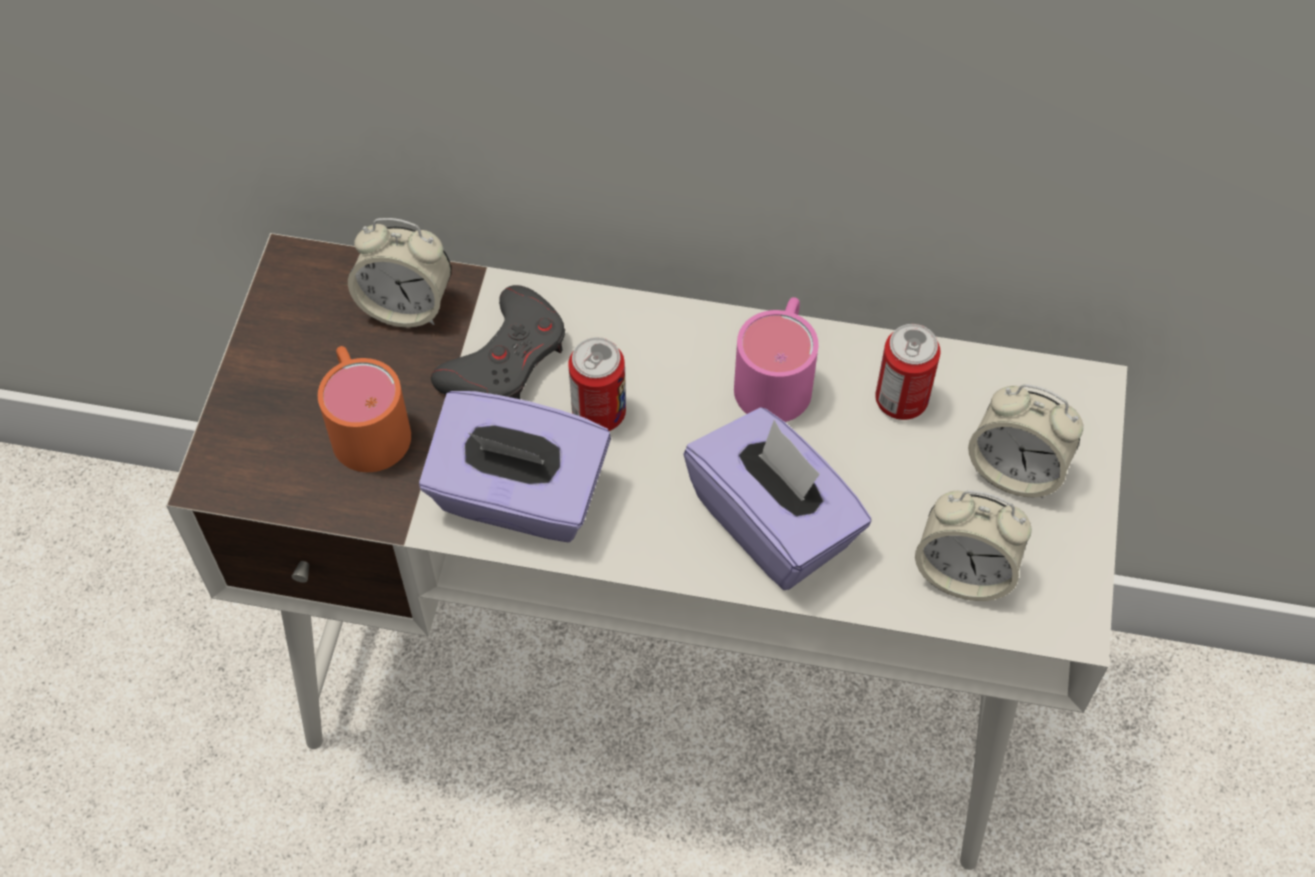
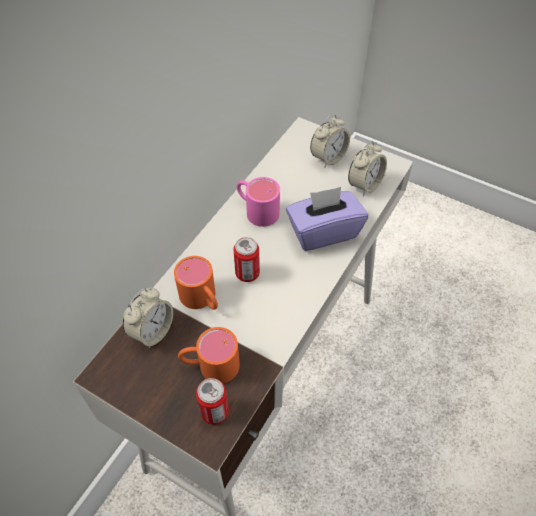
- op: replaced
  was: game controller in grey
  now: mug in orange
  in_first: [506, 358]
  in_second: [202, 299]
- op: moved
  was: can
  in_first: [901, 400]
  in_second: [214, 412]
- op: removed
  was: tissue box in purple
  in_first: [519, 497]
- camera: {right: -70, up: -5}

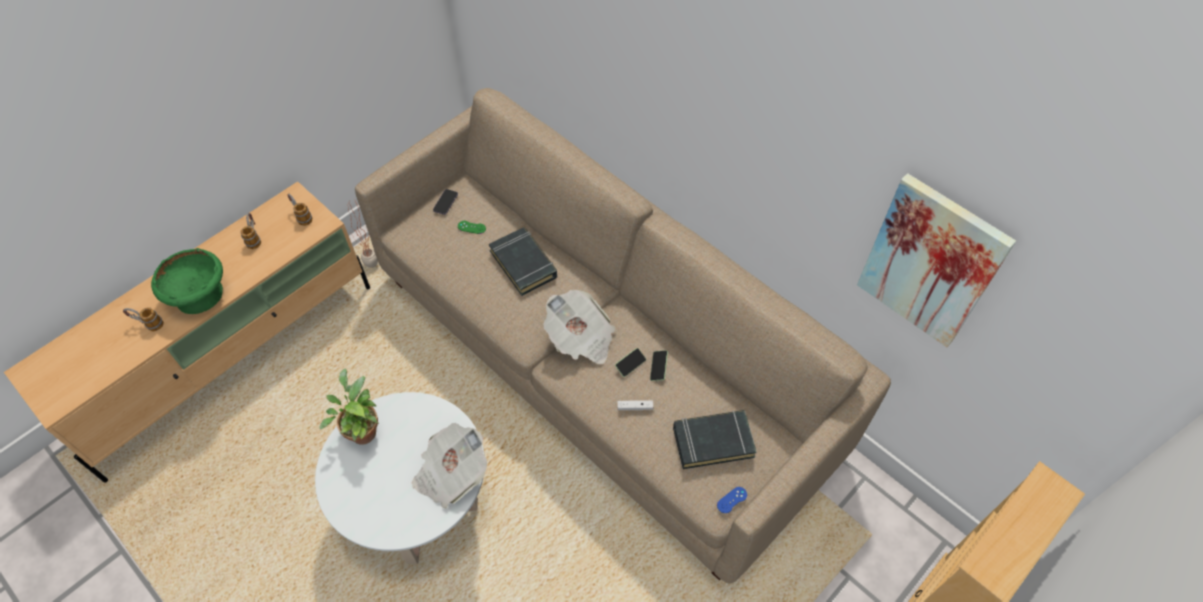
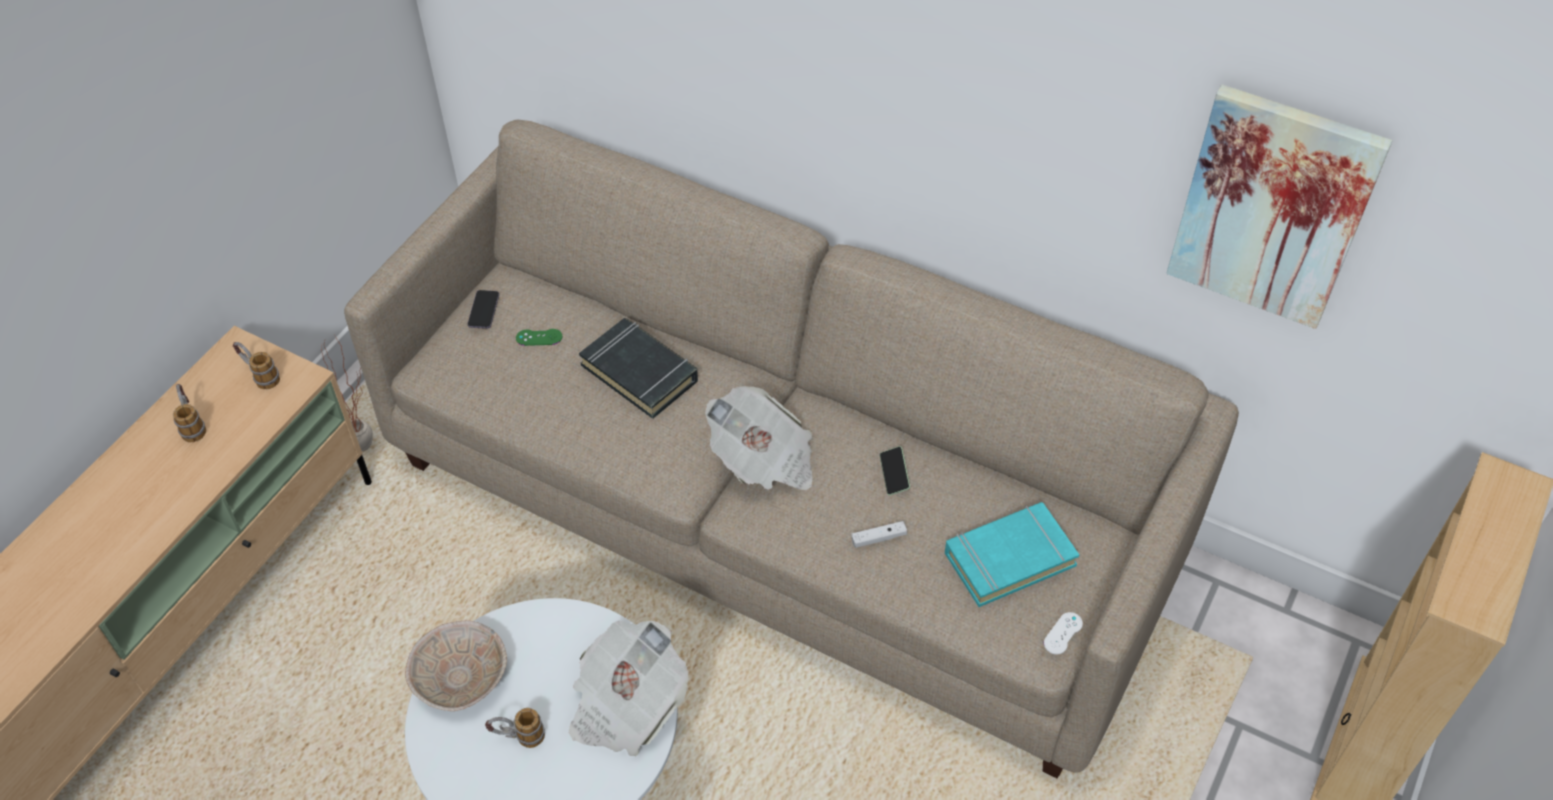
- op: replaced
  was: potted plant
  now: bowl in beige
  in_first: [361, 430]
  in_second: [461, 677]
- op: moved
  was: mug
  in_first: [148, 324]
  in_second: [518, 738]
- op: recoloured
  was: book in black
  now: book in turquoise
  in_first: [713, 441]
  in_second: [1009, 558]
- op: recoloured
  was: game controller in blue
  now: game controller in white
  in_first: [732, 500]
  in_second: [1063, 633]
- op: removed
  was: bowl in green
  in_first: [200, 296]
- op: removed
  was: phone
  in_first: [630, 364]
- camera: {right: -15, up: -5}

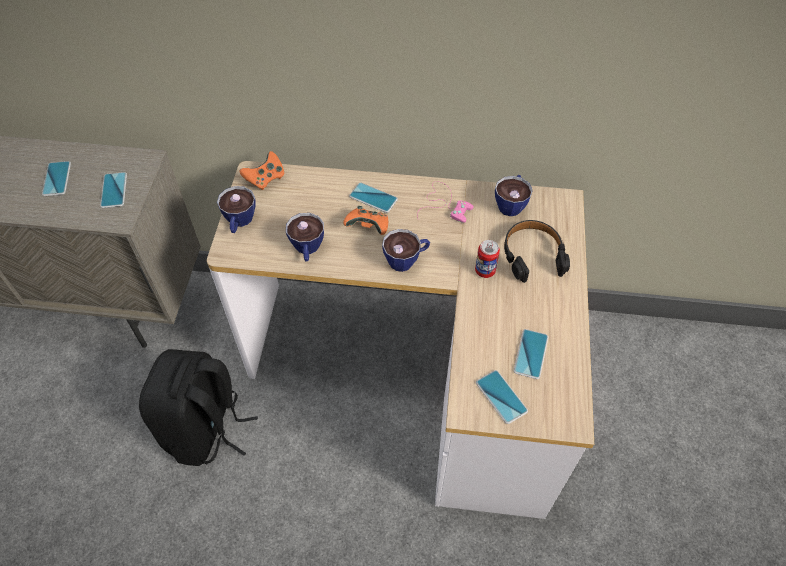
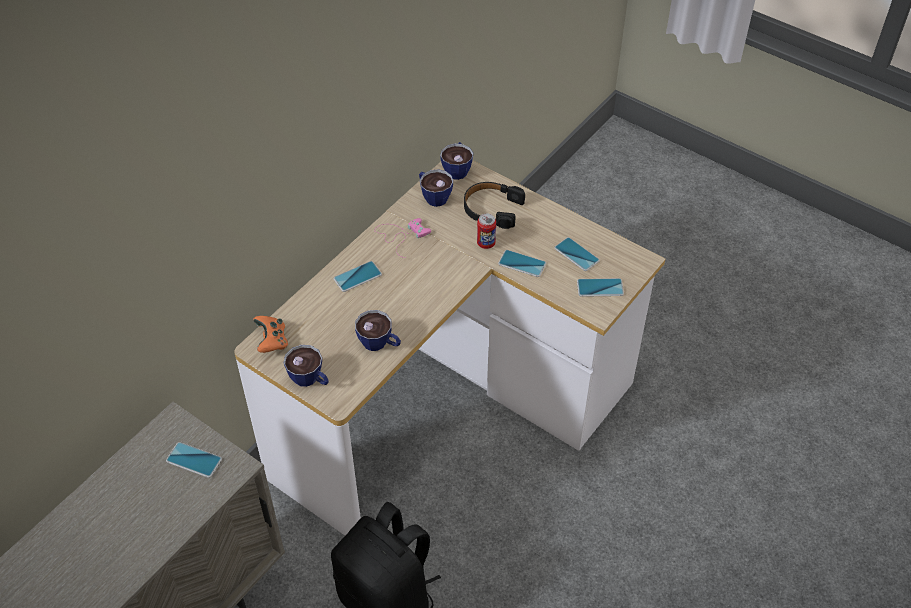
- op: moved
  was: cup
  in_first: [406, 260]
  in_second: [457, 169]
- op: moved
  was: phone
  in_first: [57, 179]
  in_second: [522, 264]
- op: removed
  was: game controller in orange
  in_first: [368, 227]
- camera: {right: -60, up: -5}

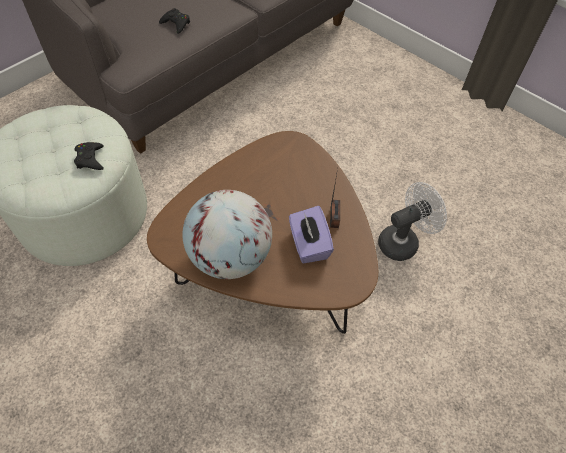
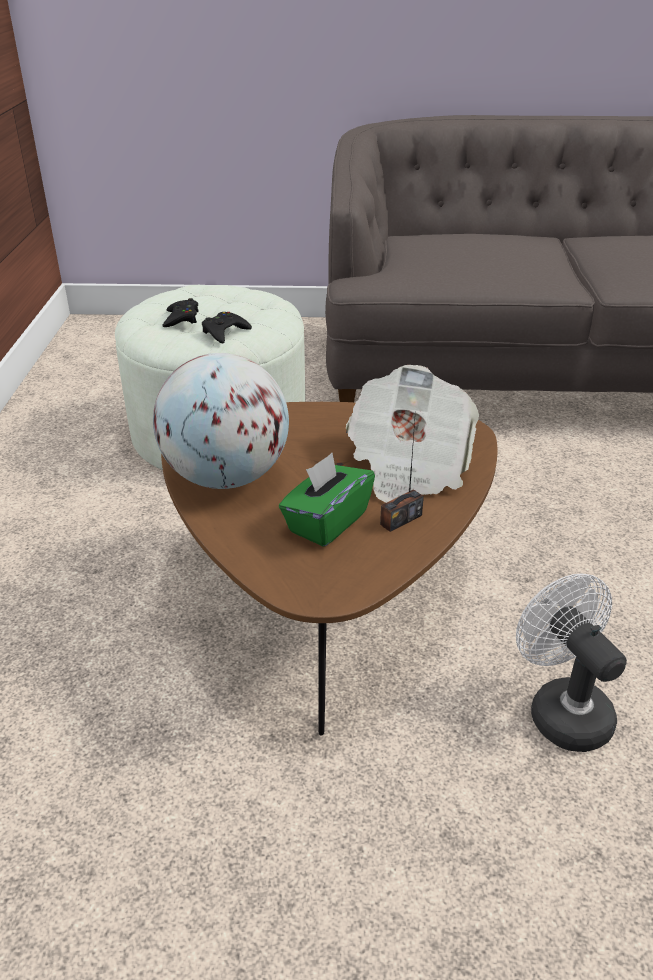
- op: moved
  was: game controller in black
  in_first: [176, 24]
  in_second: [181, 318]
- op: recoloured
  was: tissue box in purple
  now: tissue box in green
  in_first: [308, 245]
  in_second: [326, 522]
- op: added
  now: newspaper
  in_second: [408, 465]
- op: turned
  was: fan in white
  in_first: [403, 241]
  in_second: [561, 709]
  clockwise: -135
- camera: {right: 50, up: -20}

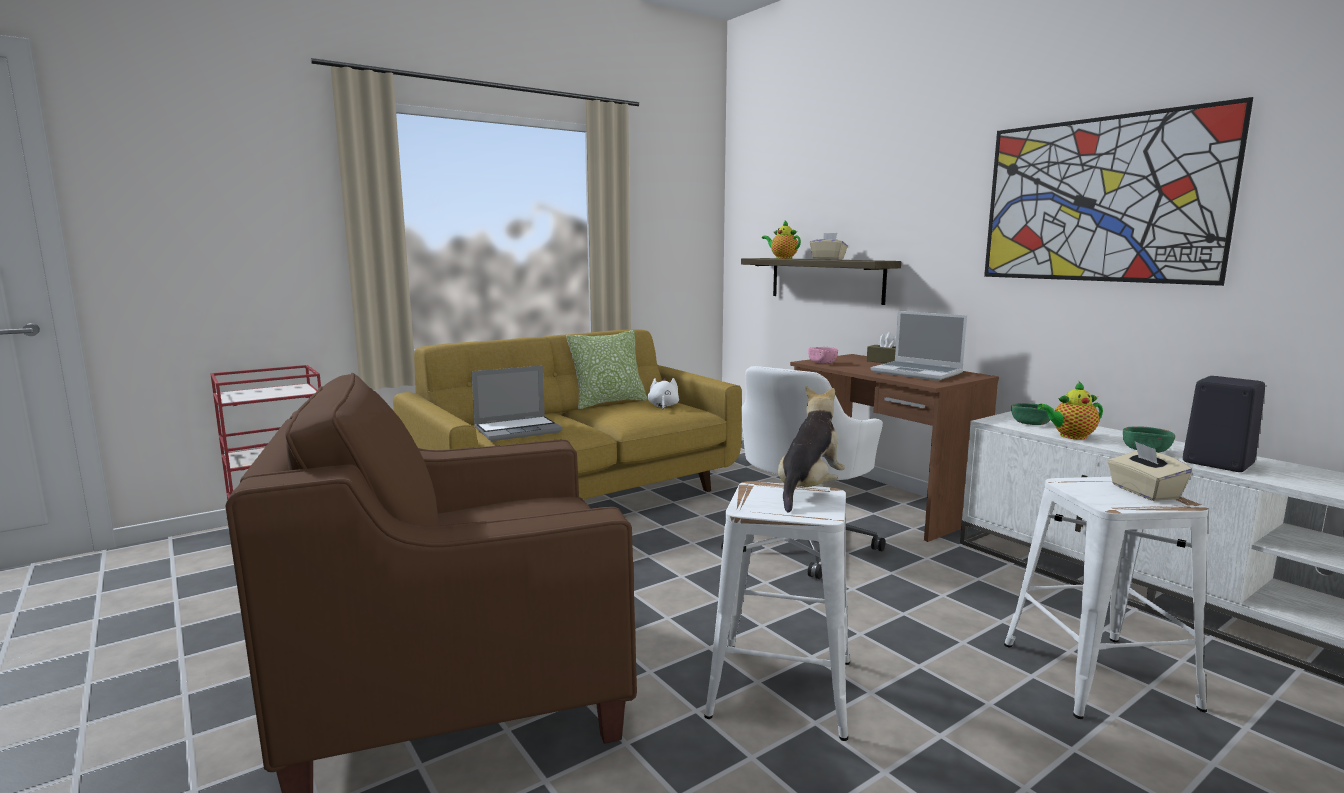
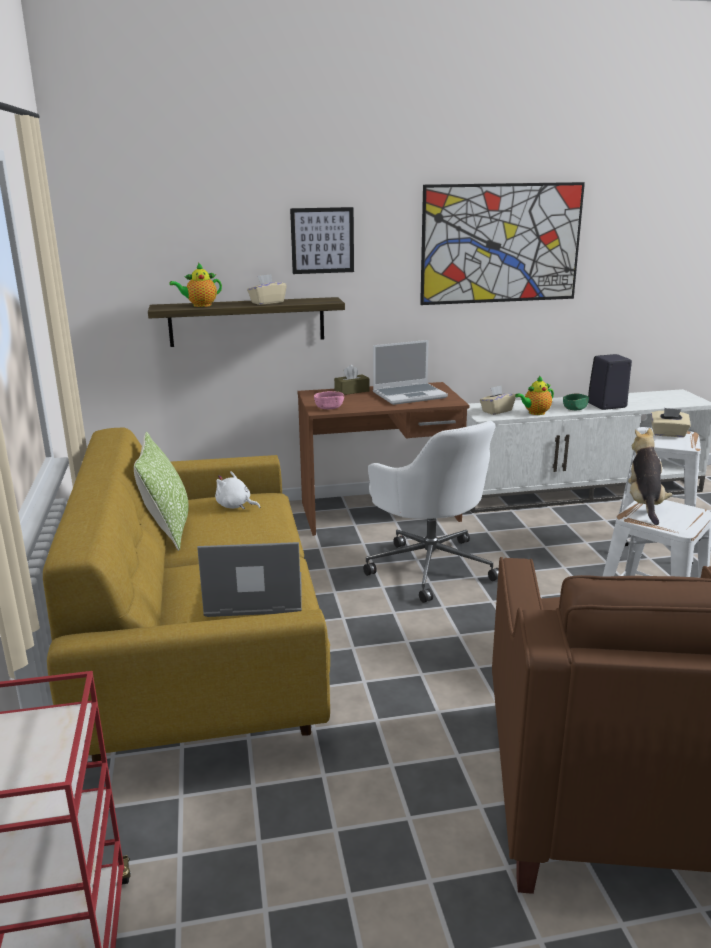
- op: turned
  was: laptop
  in_first: [518, 430]
  in_second: [253, 598]
  clockwise: -90
- op: added
  now: picture
  in_second: [322, 240]
- op: replaced
  was: bowl in green
  now: tissue box in beige
  in_first: [1030, 423]
  in_second: [496, 411]
- op: turned
  was: teapot
  in_first: [1070, 436]
  in_second: [535, 413]
  clockwise: 45
- op: turned
  was: plush toy
  in_first: [808, 490]
  in_second: [644, 504]
  clockwise: 45
- camera: {right: -65, up: 10}

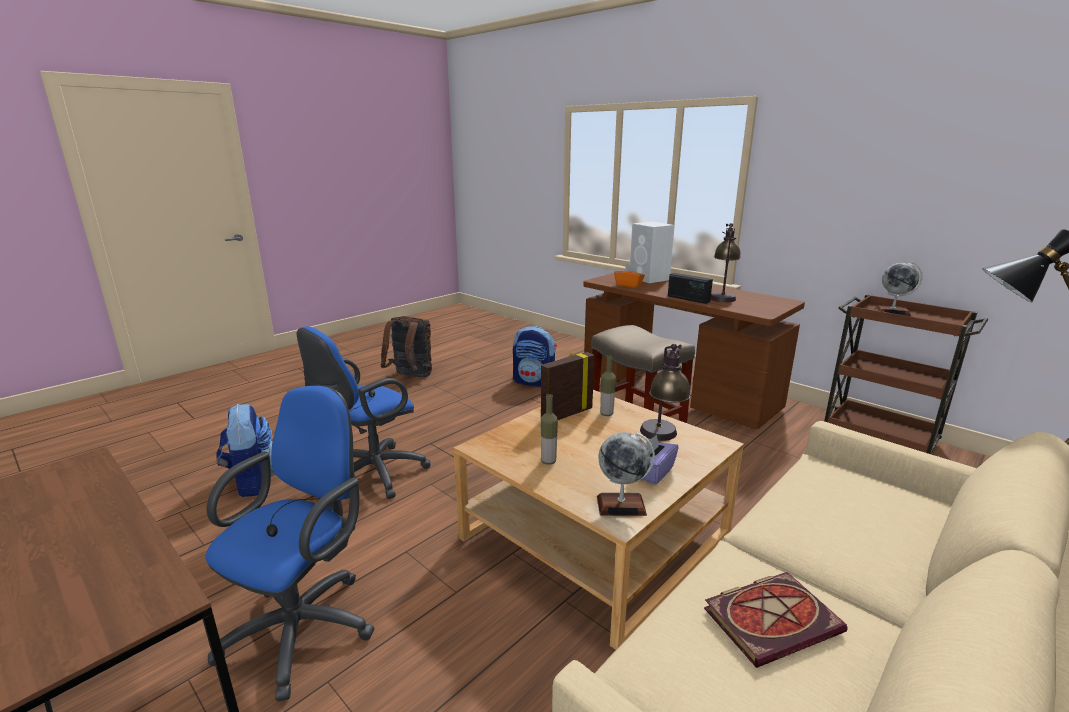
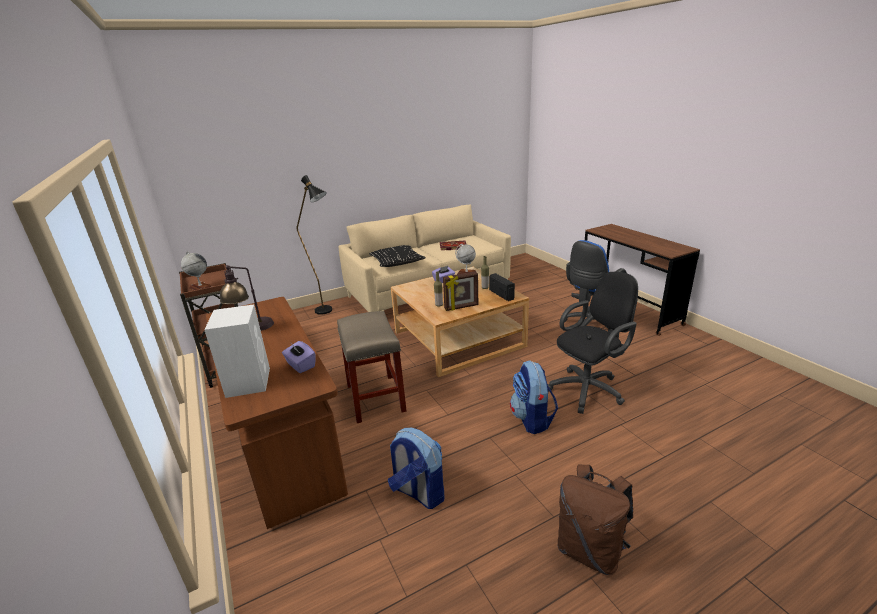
- op: recoloured
  was: tissue box in orange
  now: tissue box in purple
  in_first: [628, 285]
  in_second: [300, 365]
- op: added
  now: pillow in black
  in_second: [397, 262]
- op: moved
  was: radio
  in_first: [688, 299]
  in_second: [501, 294]
- op: moved
  was: backpack
  in_first: [253, 481]
  in_second: [532, 419]
- op: recoloured
  was: office chair in blue
  now: office chair in black
  in_first: [370, 476]
  in_second: [589, 389]
- op: removed
  was: table lamp
  in_first: [661, 439]
- camera: {right: -160, up: 5}

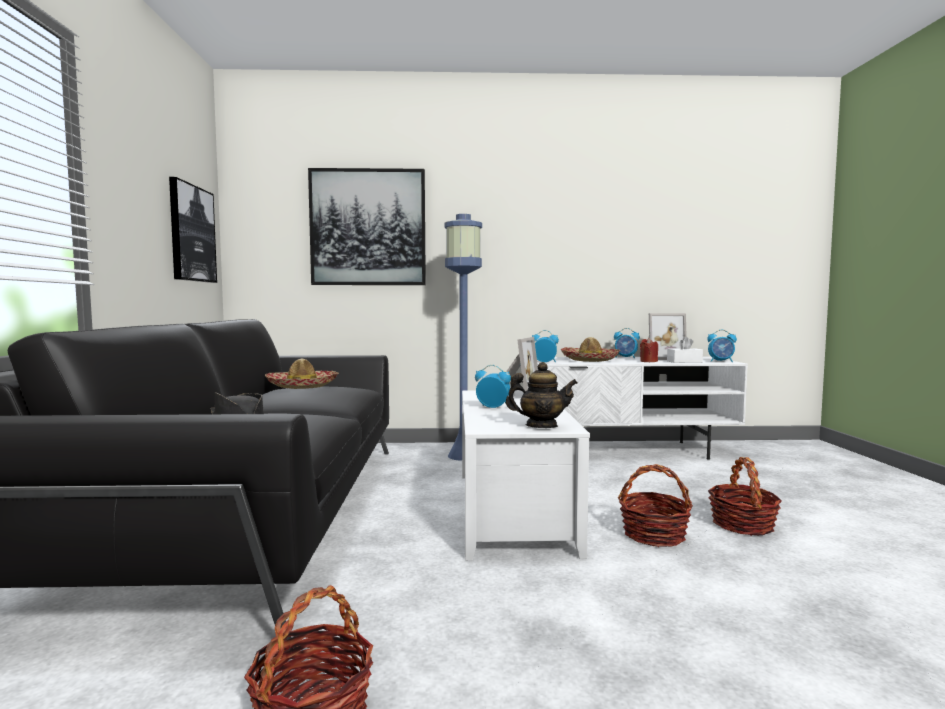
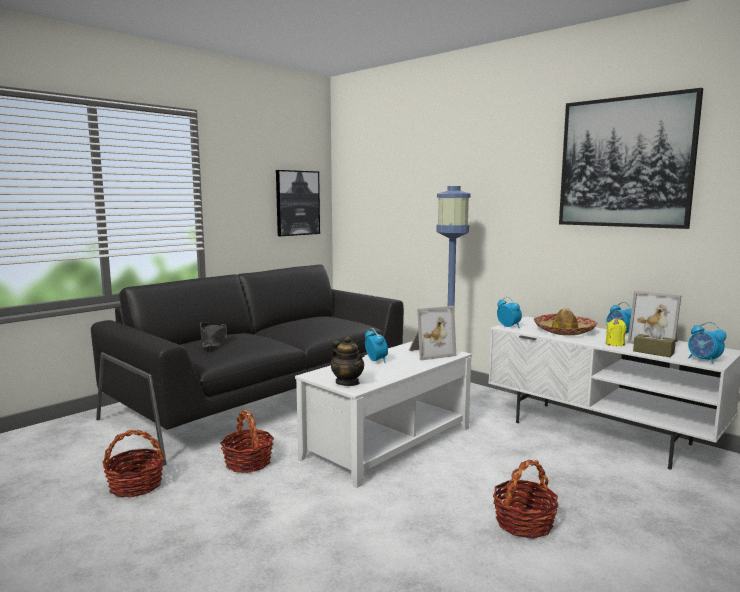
- op: moved
  was: basket
  in_first: [654, 535]
  in_second: [248, 463]
- op: moved
  was: picture
  in_first: [368, 228]
  in_second: [625, 162]
- op: recoloured
  was: candle in red
  now: candle in yellow
  in_first: [648, 361]
  in_second: [615, 344]
- op: recoloured
  was: tissue box in white
  now: tissue box in brown
  in_first: [684, 362]
  in_second: [653, 352]
- op: removed
  was: hat
  in_first: [302, 386]
- camera: {right: 45, up: 5}

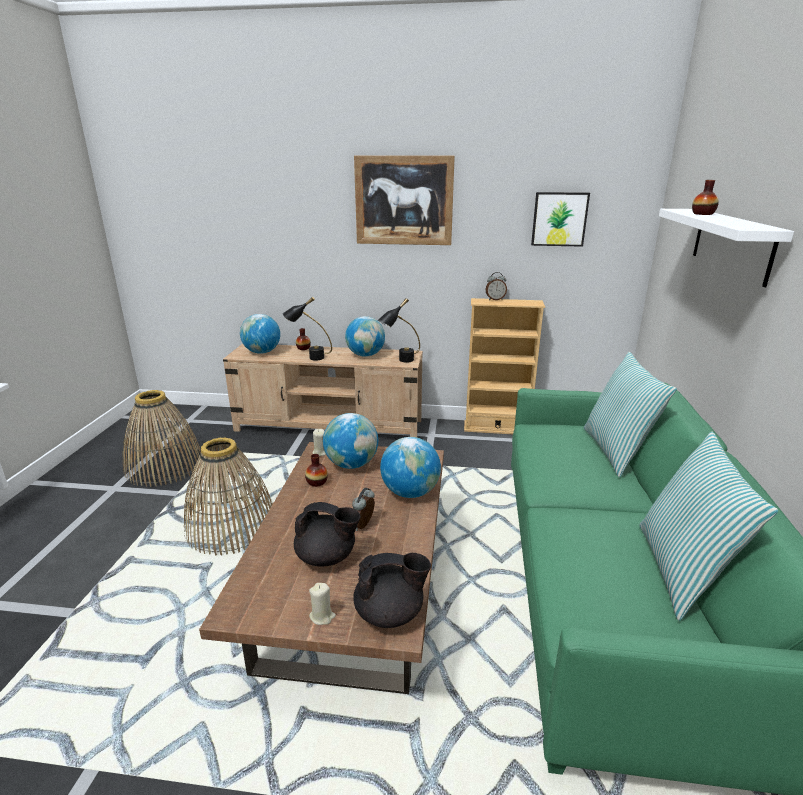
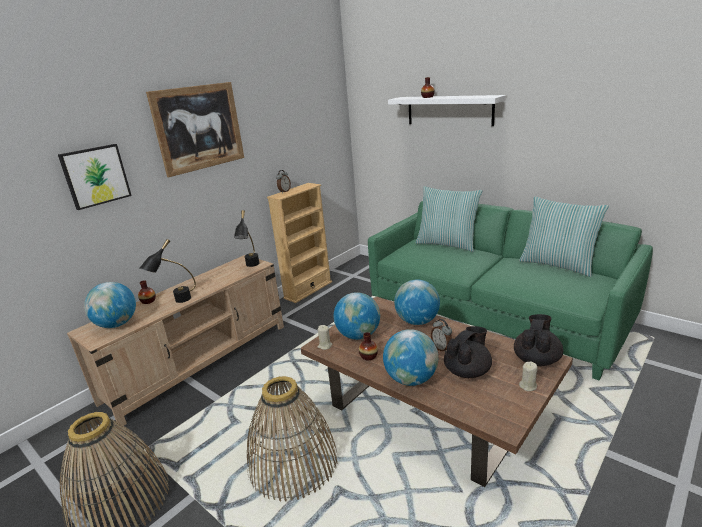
- op: moved
  was: picture
  in_first: [559, 219]
  in_second: [95, 176]
- op: moved
  was: globe
  in_first: [365, 355]
  in_second: [411, 379]
- camera: {right: -55, up: 0}

